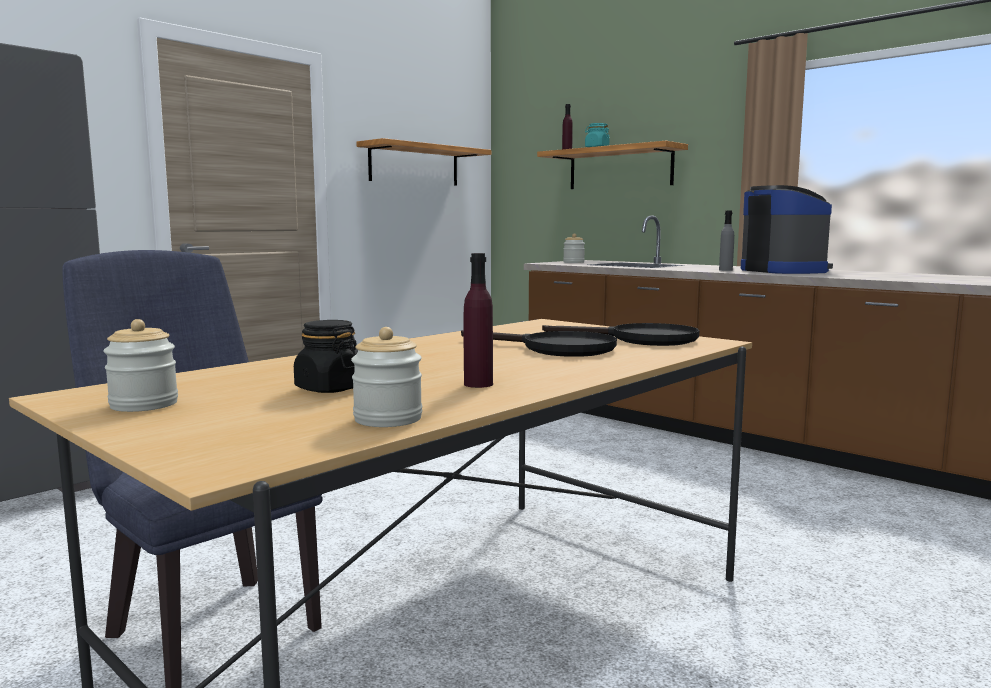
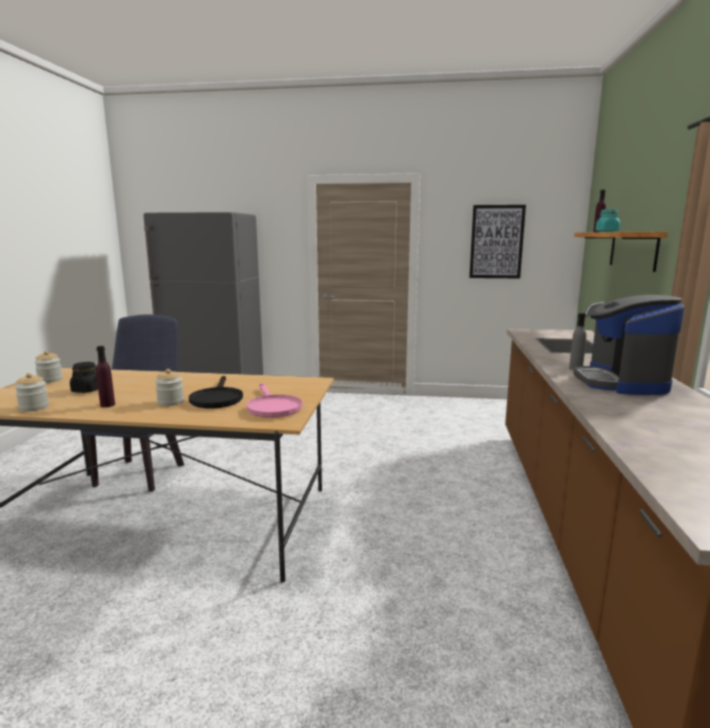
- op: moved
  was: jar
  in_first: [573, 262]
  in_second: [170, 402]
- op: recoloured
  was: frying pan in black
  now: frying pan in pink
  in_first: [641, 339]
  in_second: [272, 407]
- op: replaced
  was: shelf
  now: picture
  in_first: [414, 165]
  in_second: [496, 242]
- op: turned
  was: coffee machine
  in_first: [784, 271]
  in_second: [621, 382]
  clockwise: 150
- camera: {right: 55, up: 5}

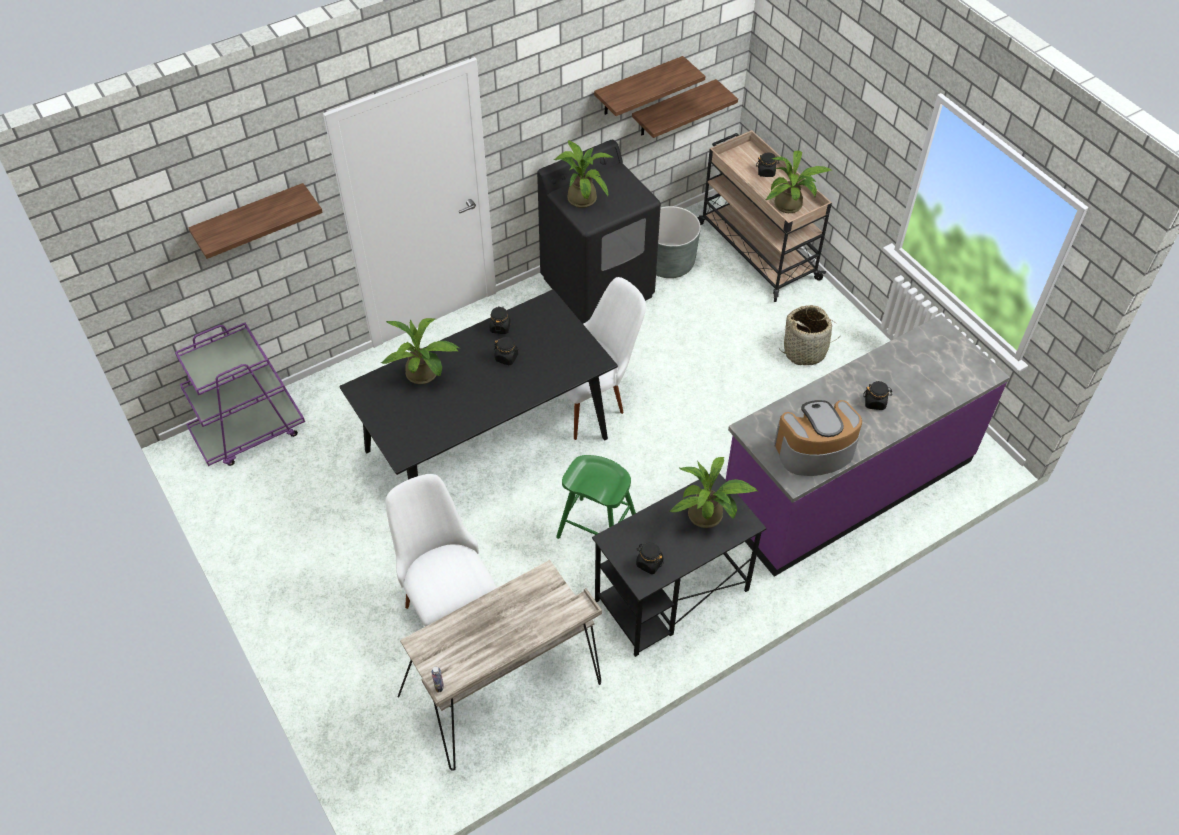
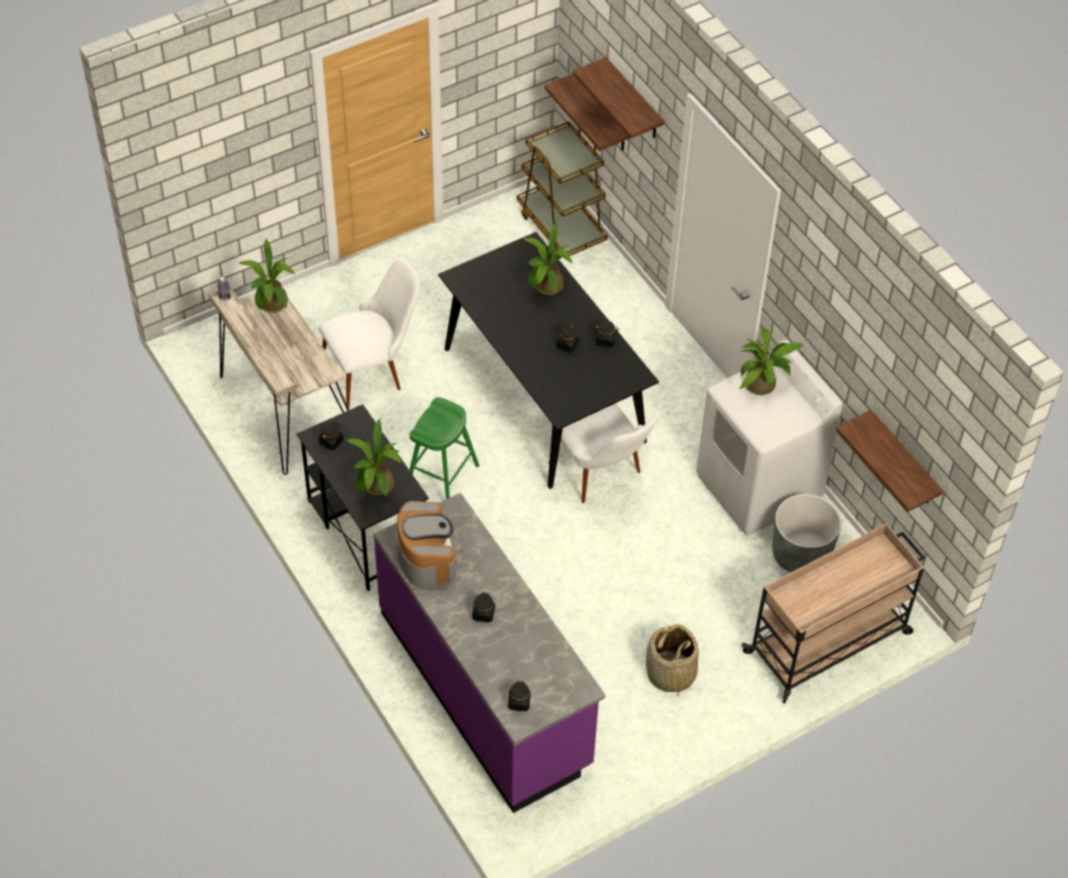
- op: moved
  was: potted plant
  in_first: [791, 205]
  in_second: [272, 306]
- op: moved
  was: jar in black
  in_first: [766, 172]
  in_second: [519, 702]
- op: recoloured
  was: cart in purple
  now: cart in brown
  in_first: [249, 431]
  in_second: [561, 227]
- op: moved
  was: shelf
  in_first: [638, 86]
  in_second: [603, 114]
- op: recoloured
  was: washing machine in black
  now: washing machine in white
  in_first: [598, 287]
  in_second: [758, 487]
- camera: {right: 90, up: 0}

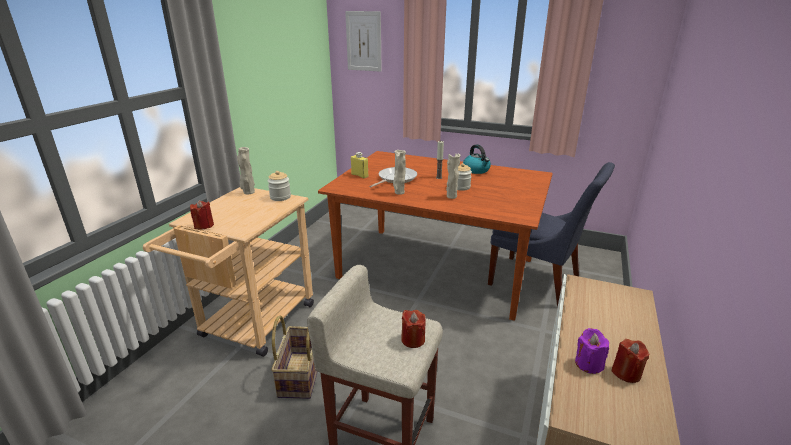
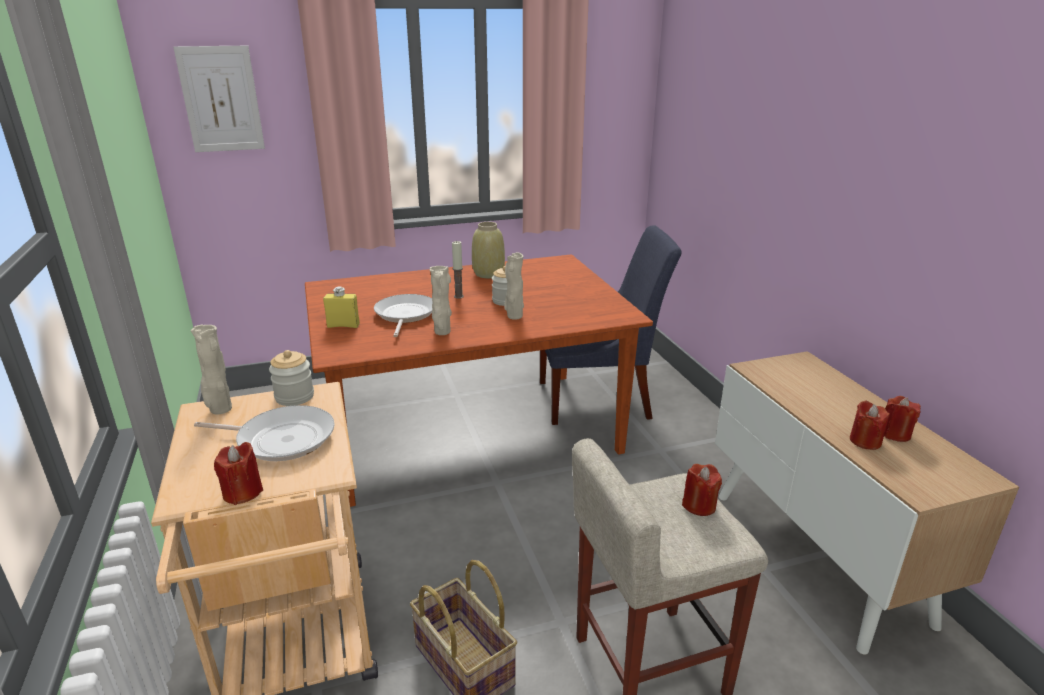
- op: added
  now: frying pan
  in_second: [281, 439]
- op: replaced
  was: kettle
  now: vase in beige
  in_first: [476, 170]
  in_second: [488, 274]
- op: recoloured
  was: candle in purple
  now: candle in red
  in_first: [588, 364]
  in_second: [865, 441]
- camera: {right: -40, up: 0}

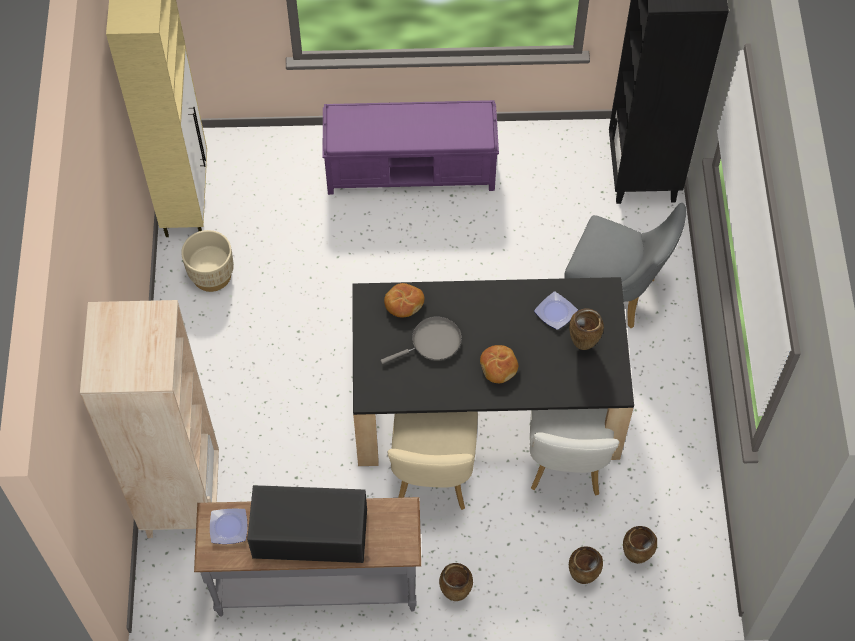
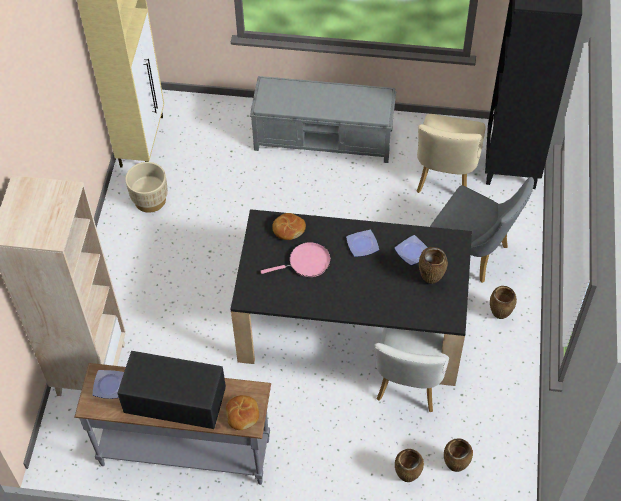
- op: moved
  was: bread
  in_first: [499, 366]
  in_second: [243, 415]
- op: recoloured
  was: bench in purple
  now: bench in grey
  in_first: [412, 169]
  in_second: [324, 139]
- op: recoloured
  was: frying pan in grey
  now: frying pan in pink
  in_first: [432, 342]
  in_second: [306, 262]
- op: added
  now: plate
  in_second: [362, 245]
- op: moved
  was: chair in beige
  in_first: [432, 478]
  in_second: [445, 179]
- op: moved
  was: vase in brown
  in_first: [454, 594]
  in_second: [499, 315]
- camera: {right: 10, up: -5}

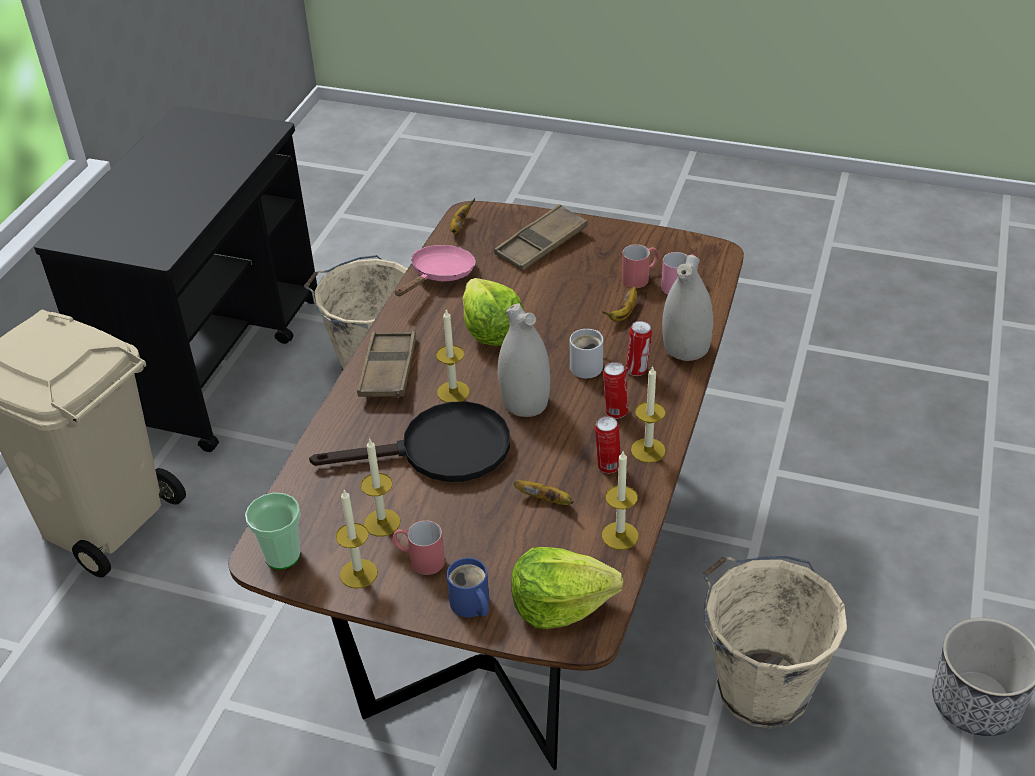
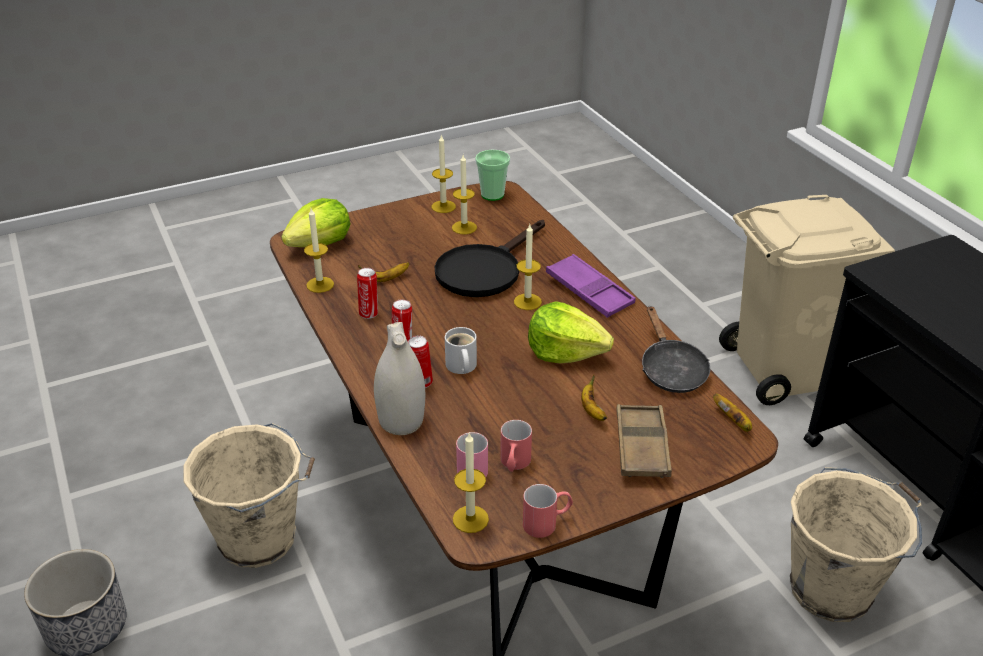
- op: moved
  was: candle
  in_first: [648, 450]
  in_second: [470, 519]
- op: moved
  was: mug in red
  in_first: [419, 559]
  in_second: [547, 523]
- op: recoloured
  was: tray in brown
  now: tray in purple
  in_first: [388, 370]
  in_second: [589, 291]
- op: moved
  was: banana
  in_first: [623, 313]
  in_second: [592, 410]
- op: recoloured
  was: frying pan in pink
  now: frying pan in black
  in_first: [439, 275]
  in_second: [671, 370]
- op: removed
  was: mug in blue
  in_first: [470, 605]
- op: removed
  was: vase in white
  in_first: [525, 402]
- camera: {right: 135, up: -5}

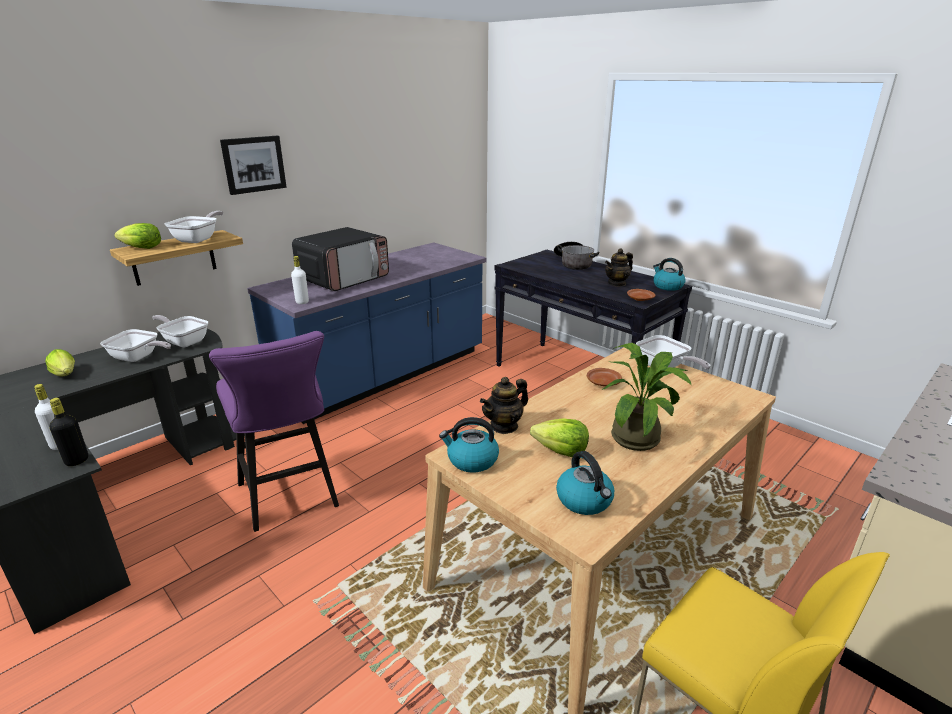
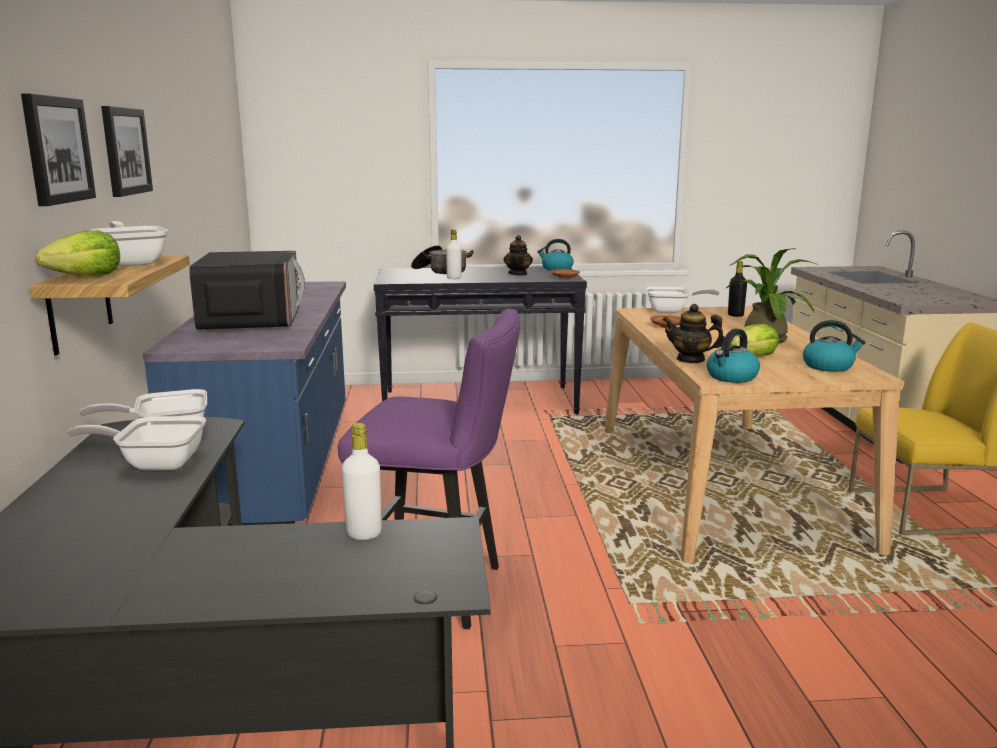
- op: added
  now: picture
  in_second: [57, 150]
- op: turned
  was: frying pan
  in_first: [138, 358]
  in_second: [155, 463]
  clockwise: -150
- op: moved
  was: bottle in white
  in_first: [302, 302]
  in_second: [454, 278]
- op: turned
  was: teapot
  in_first: [504, 426]
  in_second: [691, 359]
  clockwise: 105
- op: moved
  was: bottle in black
  in_first: [77, 460]
  in_second: [735, 315]
- op: removed
  was: lettuce
  in_first: [66, 375]
- camera: {right: -50, up: -10}

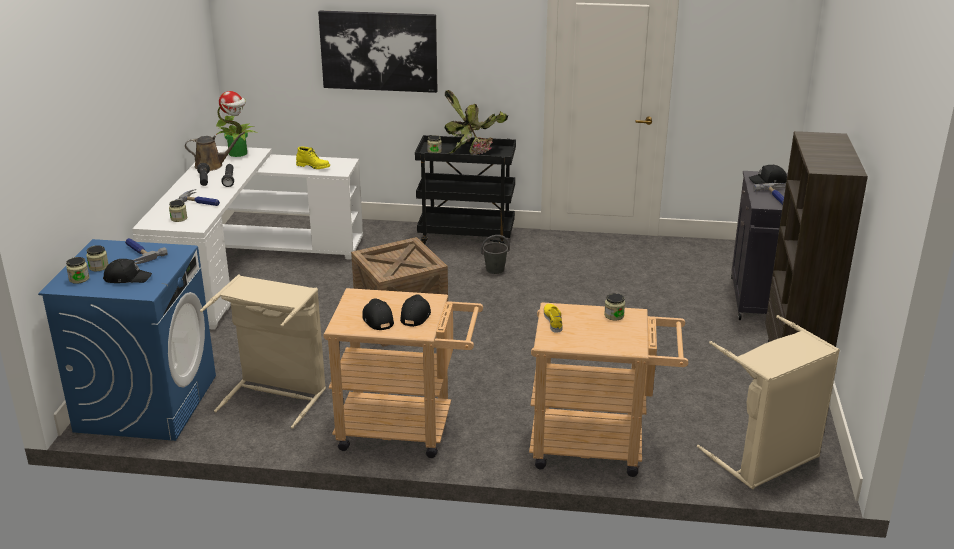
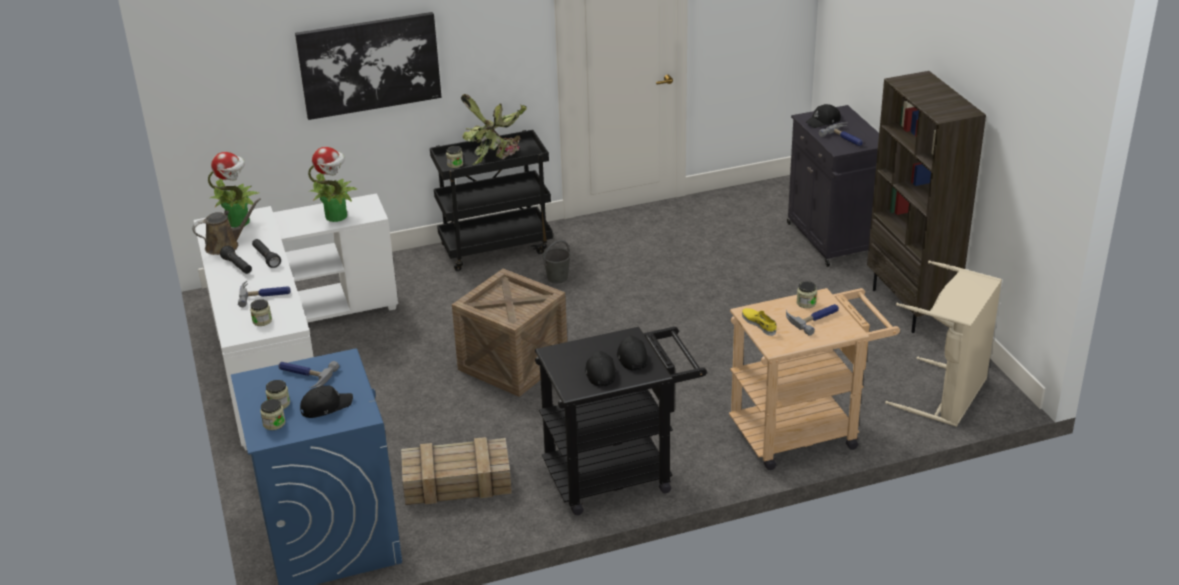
- op: replaced
  was: boot in yellow
  now: potted plant
  in_first: [313, 166]
  in_second: [337, 216]
- op: replaced
  was: laundry basket in beige
  now: crate
  in_first: [276, 395]
  in_second: [459, 482]
- op: recoloured
  was: cart in beige
  now: cart in black
  in_first: [406, 429]
  in_second: [619, 473]
- op: turned
  was: cap in black
  in_first: [377, 319]
  in_second: [600, 372]
  clockwise: 45
- op: added
  now: hammer
  in_second: [814, 318]
- camera: {right: -25, up: 5}

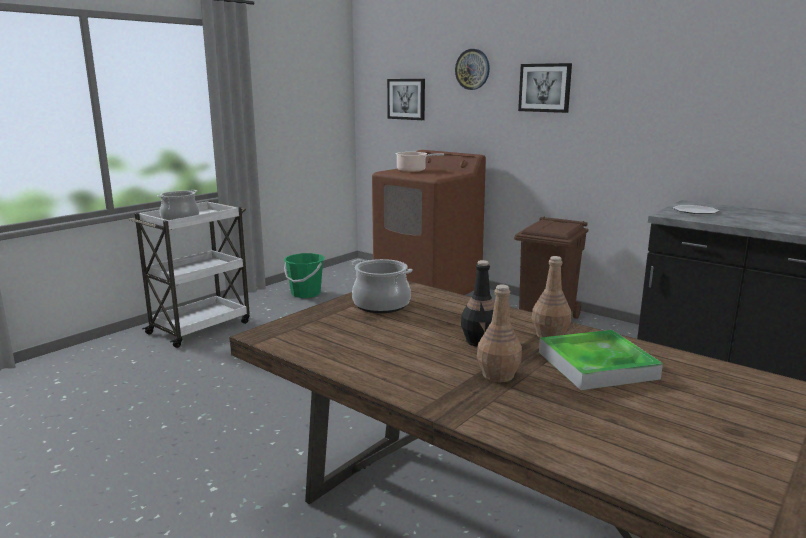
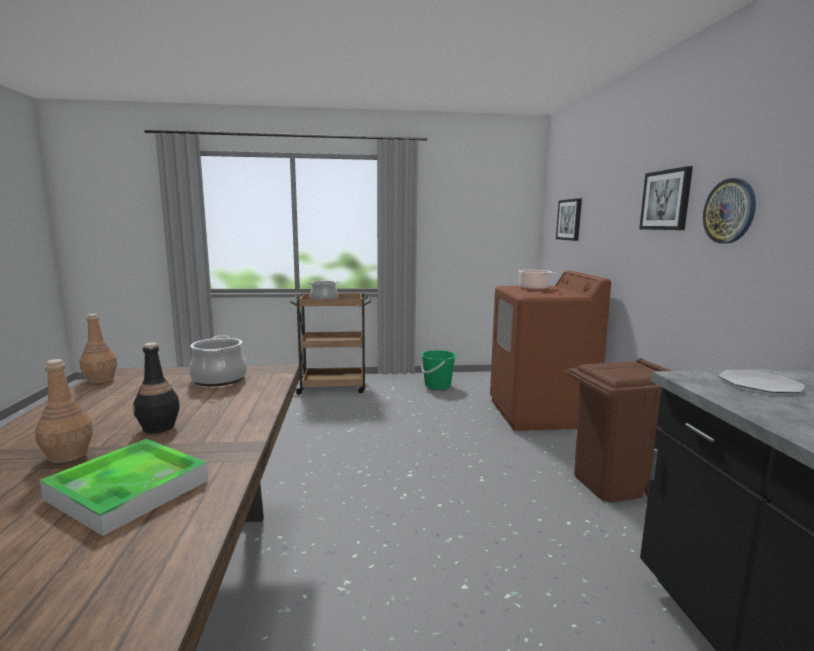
- op: moved
  was: bottle in brown
  in_first: [550, 335]
  in_second: [100, 380]
- op: recoloured
  was: cart in white
  now: cart in brown
  in_first: [201, 327]
  in_second: [334, 387]
- op: moved
  was: wall clock
  in_first: [472, 69]
  in_second: [729, 211]
- camera: {right: 45, up: -5}

